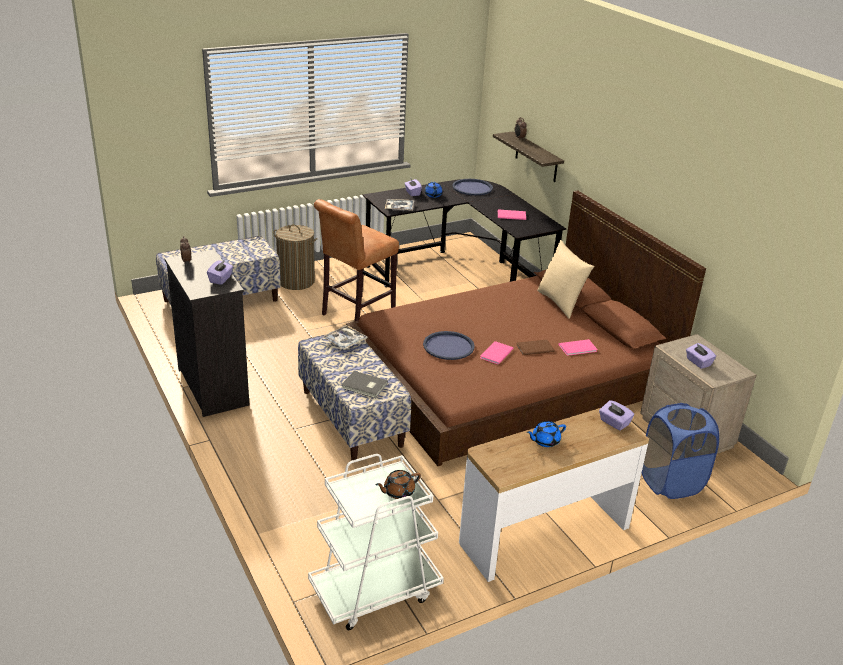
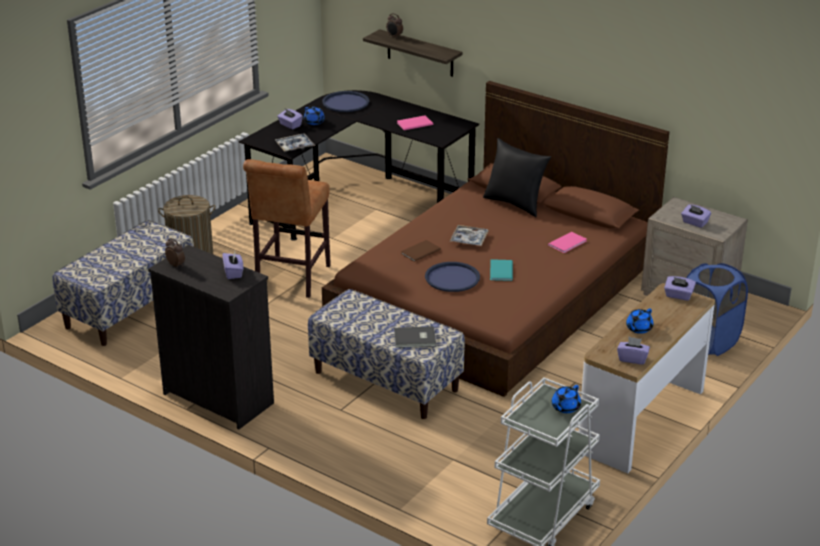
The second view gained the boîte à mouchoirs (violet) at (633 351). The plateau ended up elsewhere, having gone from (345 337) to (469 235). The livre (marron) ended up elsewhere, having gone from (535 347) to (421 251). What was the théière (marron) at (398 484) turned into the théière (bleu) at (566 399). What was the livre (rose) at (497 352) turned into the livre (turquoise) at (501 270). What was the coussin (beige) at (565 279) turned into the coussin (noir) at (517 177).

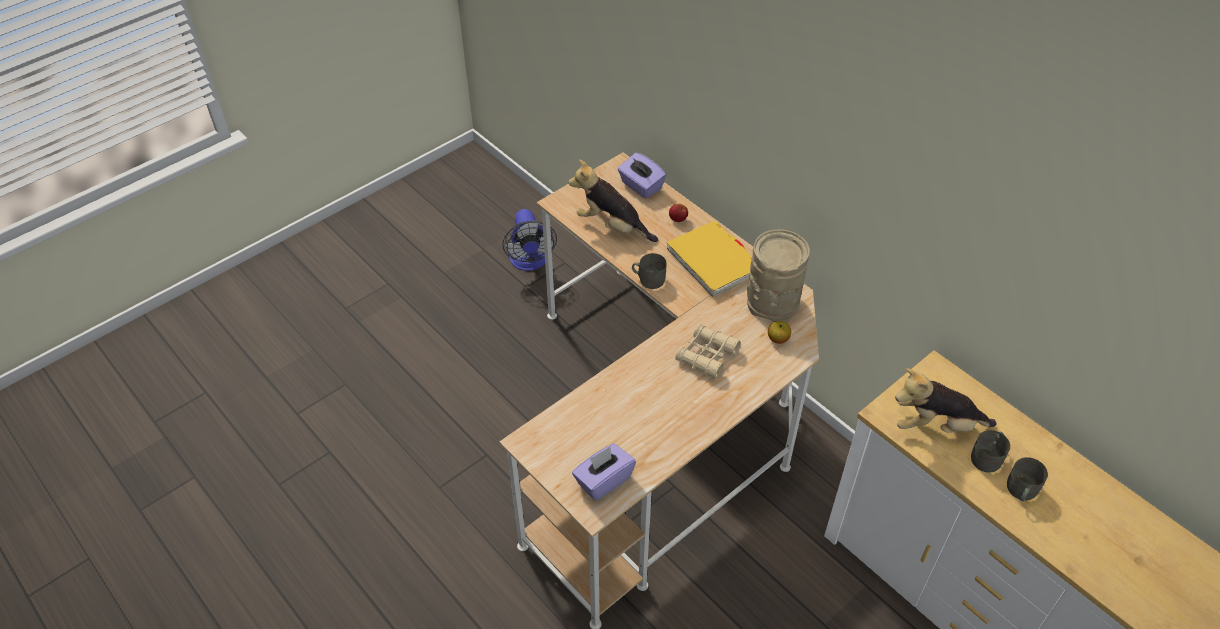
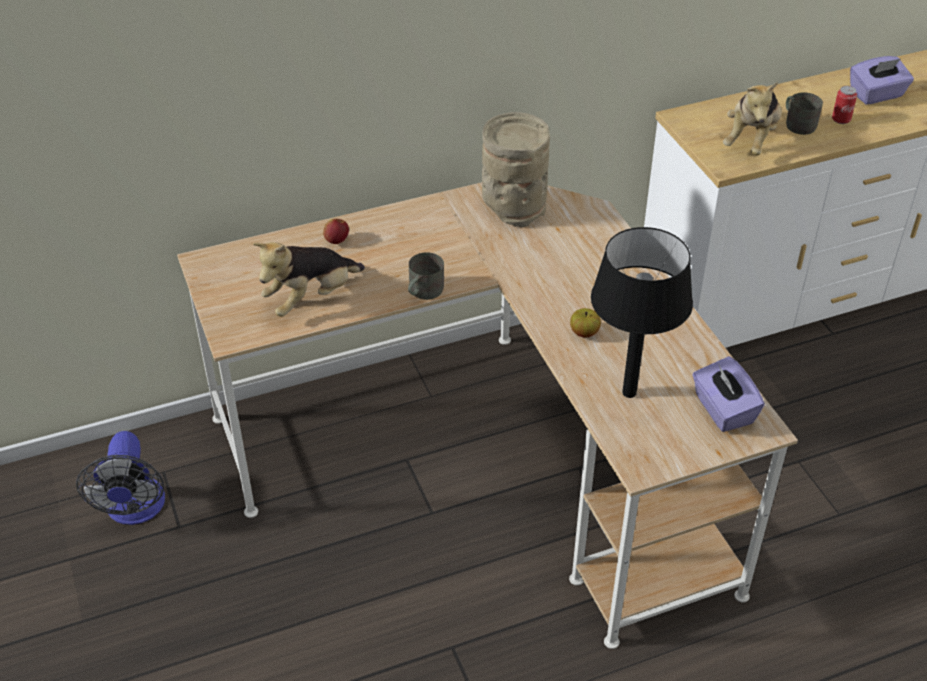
The second view lost the livre (jaune) at (709 259). The second view lost the jumelles (beige) at (708 351). The second view gained the lampe de table (noir) at (642 312). The boîte à mouchoirs (violet) ended up elsewhere, having gone from (642 175) to (882 80). The pomme ended up elsewhere, having gone from (779 332) to (585 322). Where the mug (gris) stood at (1027 479), the boîte métallique came to stand at (844 105). The ventilateur at (530 240) ended up facing another way, 75 degrees clockwise from before.

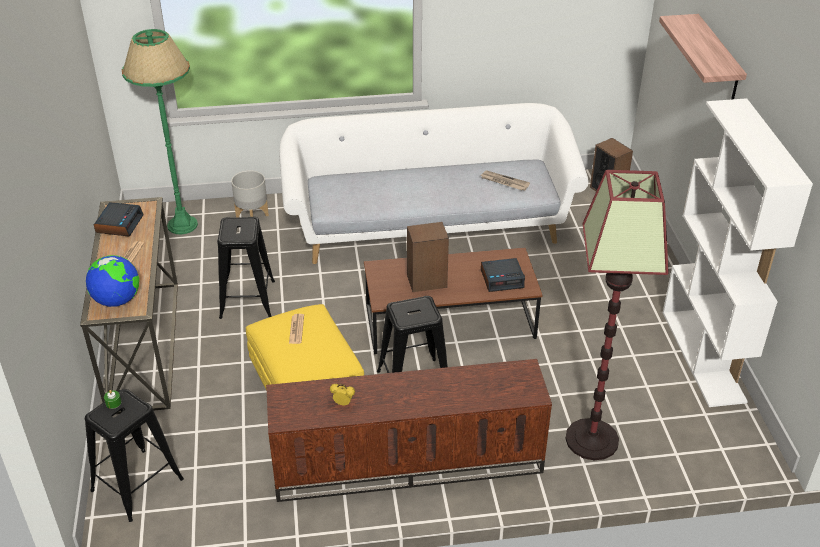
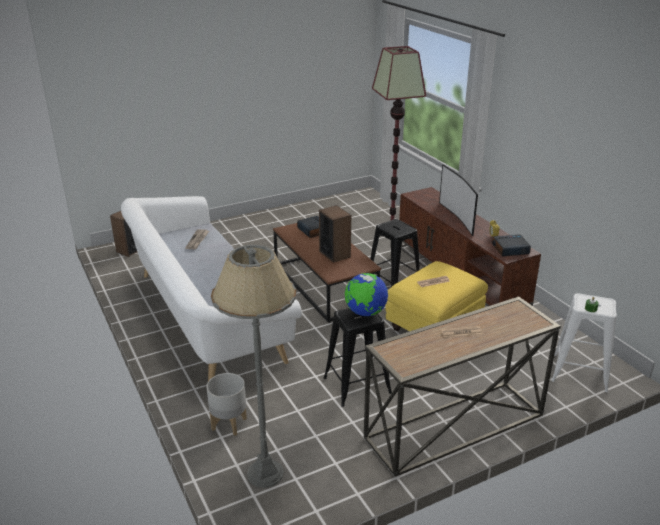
The second view lost the étagère at (703 56). The second view lost the bibliothèque (blanc) at (738 252). The second view gained the téléviseur at (458 200). The globe ended up elsewhere, having gone from (112 281) to (366 294). The réveil ended up elsewhere, having gone from (119 219) to (511 245). What was the tabouret (noir) at (134 455) turned into the tabouret (blanc) at (584 342). What was the lampadaire (vert) at (160 131) turned into the lampadaire (gris) at (253 366).

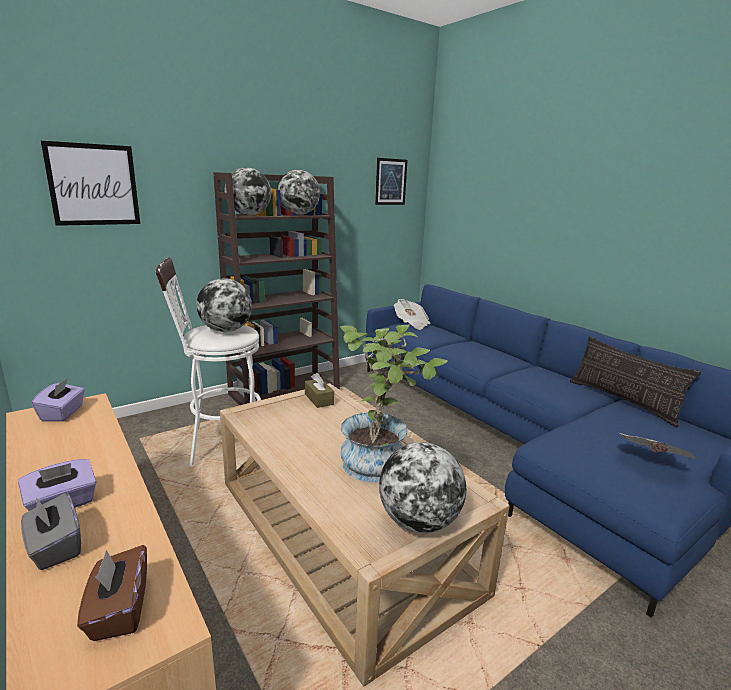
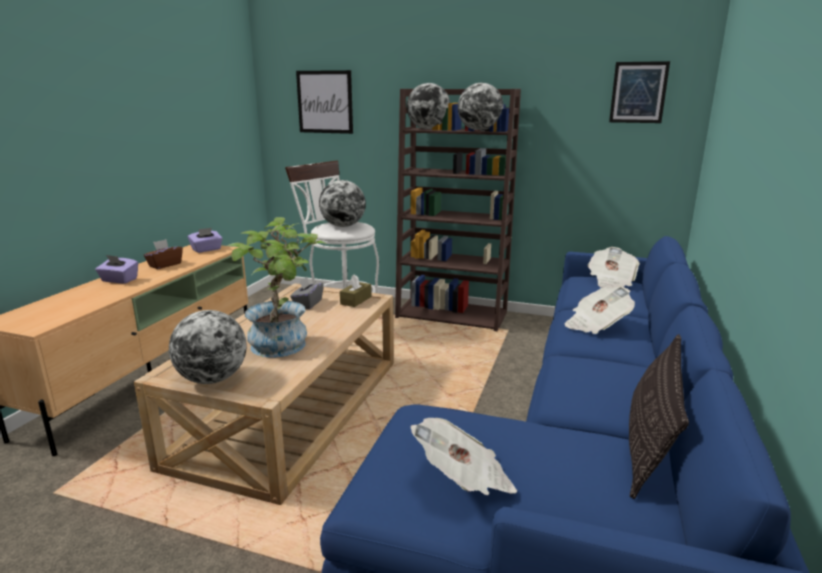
The second view gained the journal at (600 310). The boîte à mouchoirs (gris) ended up elsewhere, having gone from (51 531) to (307 293). The boîte à mouchoirs (marron) ended up elsewhere, having gone from (112 593) to (163 254).

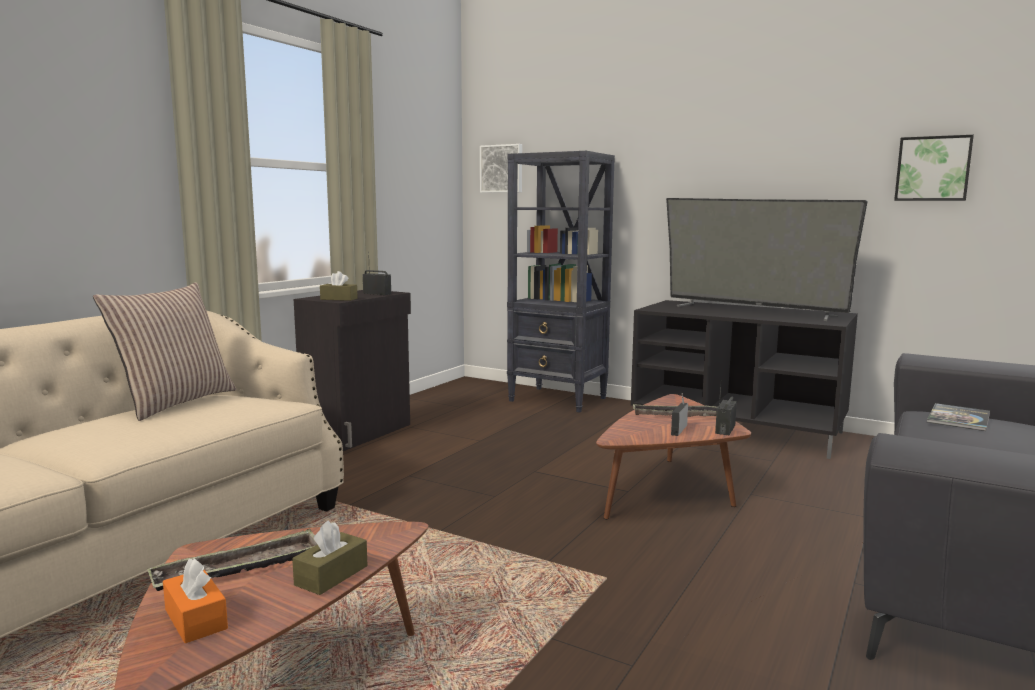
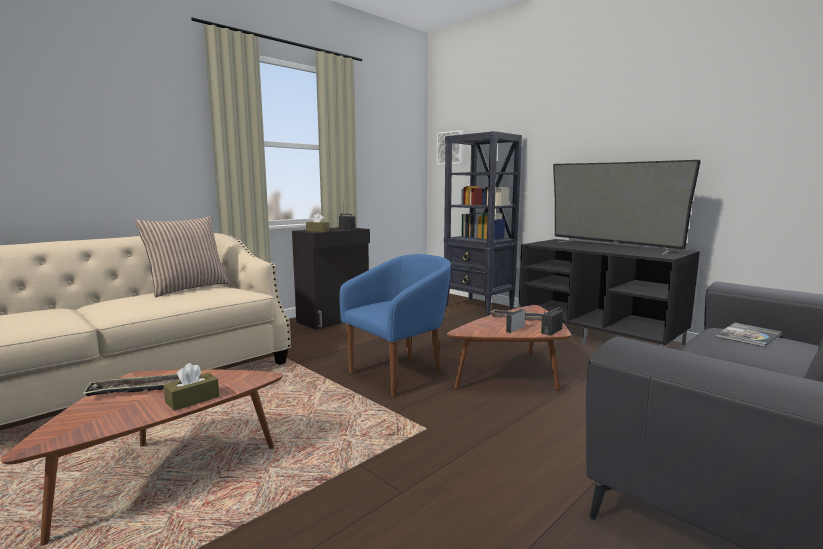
The second view lost the boîte à mouchoirs (orange) at (195 600). The second view lost the tableau at (934 168). The second view gained the fauteuil (bleu) at (395 325).

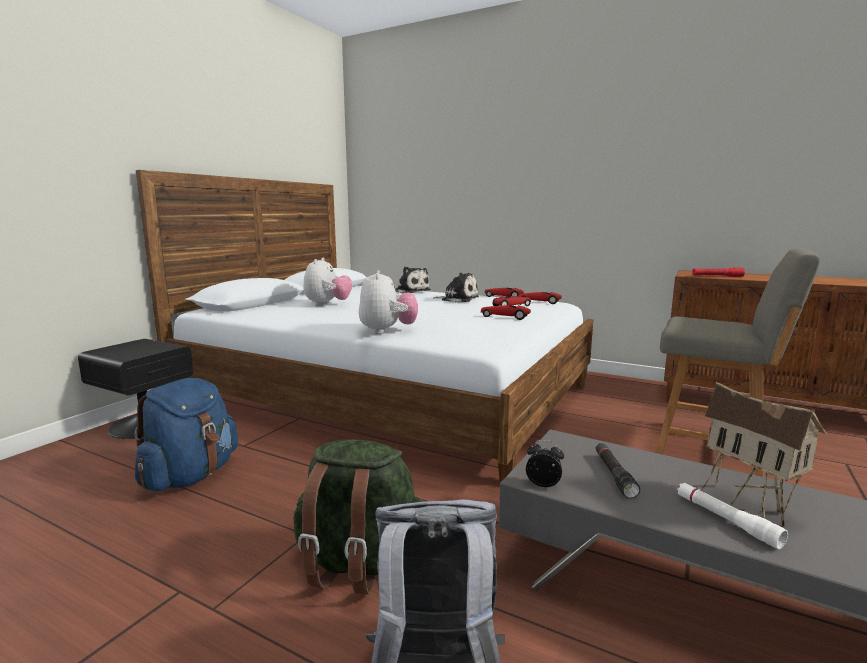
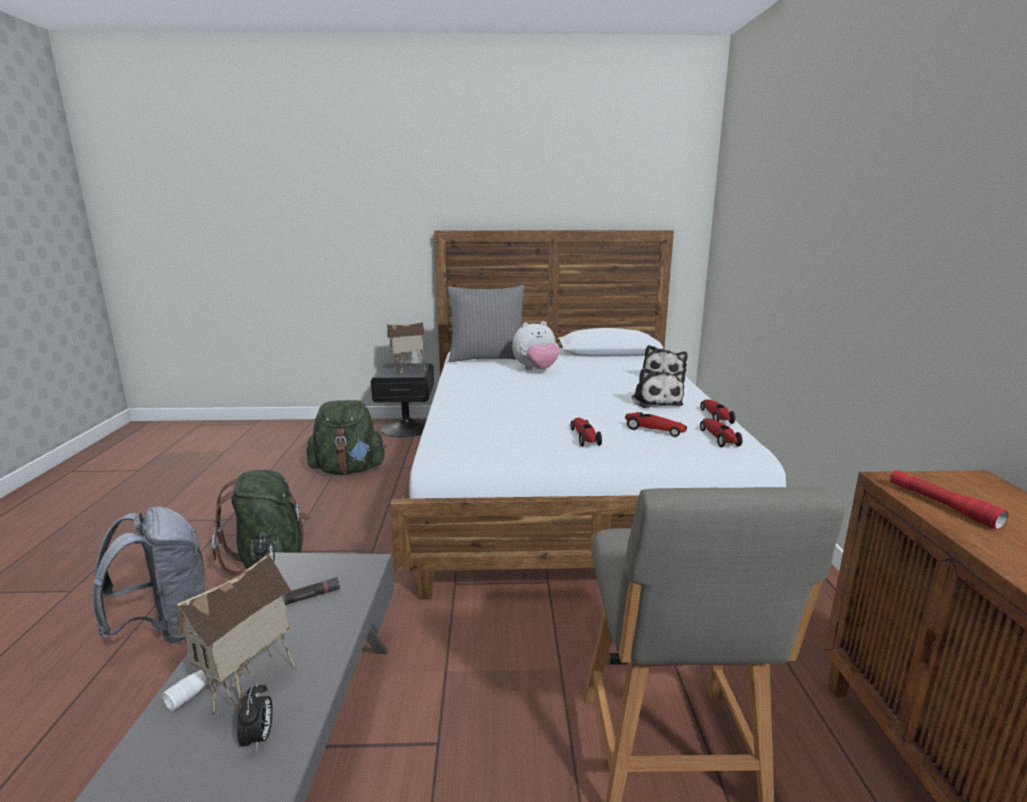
The second view lost the peluche at (388 302). The second view gained the réveil at (255 716). The second view gained the maison miniature at (406 348). The second view gained the coussin (gris) at (486 323). What was the sac à dos (bleu) at (186 434) turned into the sac à dos (vert) at (347 437).

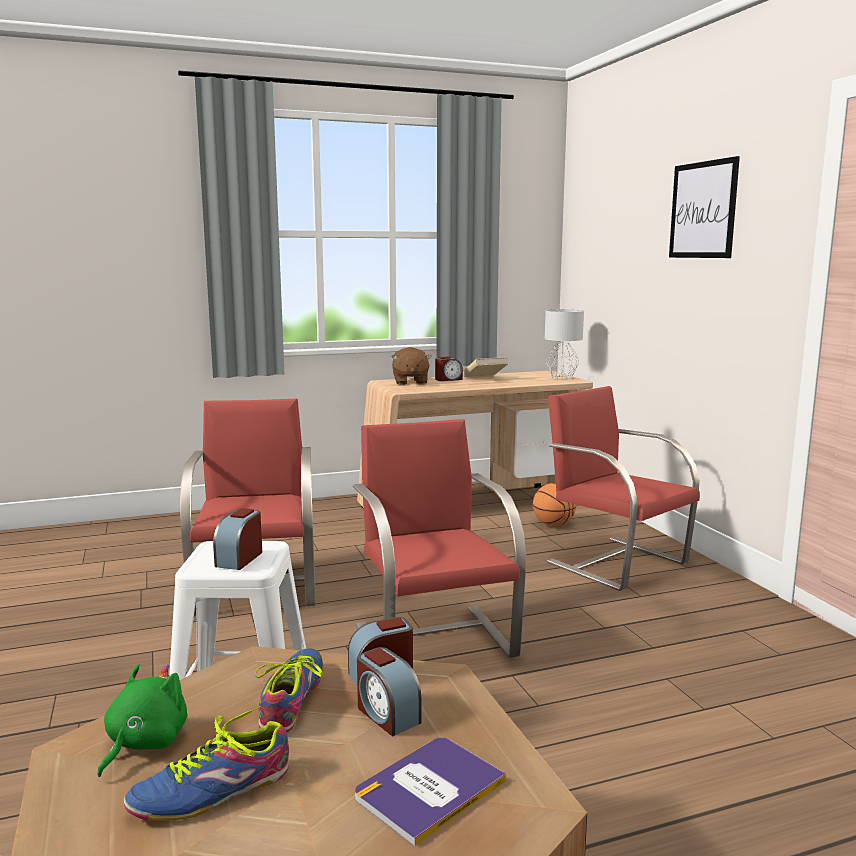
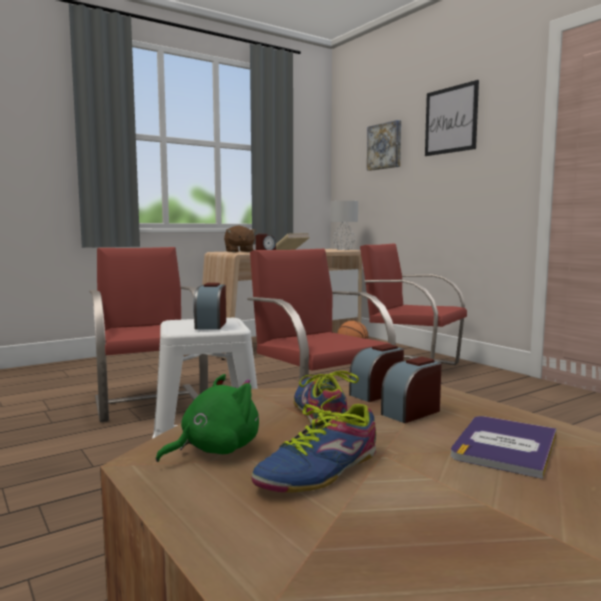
The second view gained the tableau at (384 145). The peluche (vert) at (142 720) ended up facing another way, 45 degrees clockwise from before. The réveil at (389 691) ended up facing another way, 105 degrees clockwise from before.

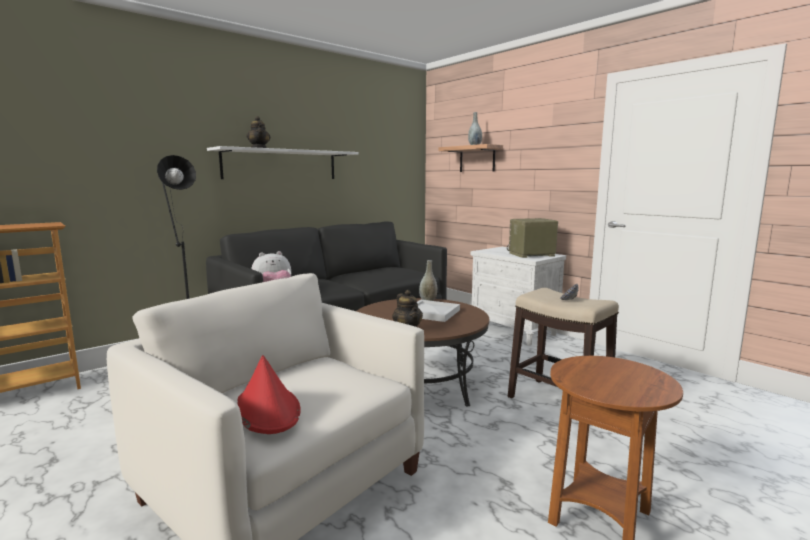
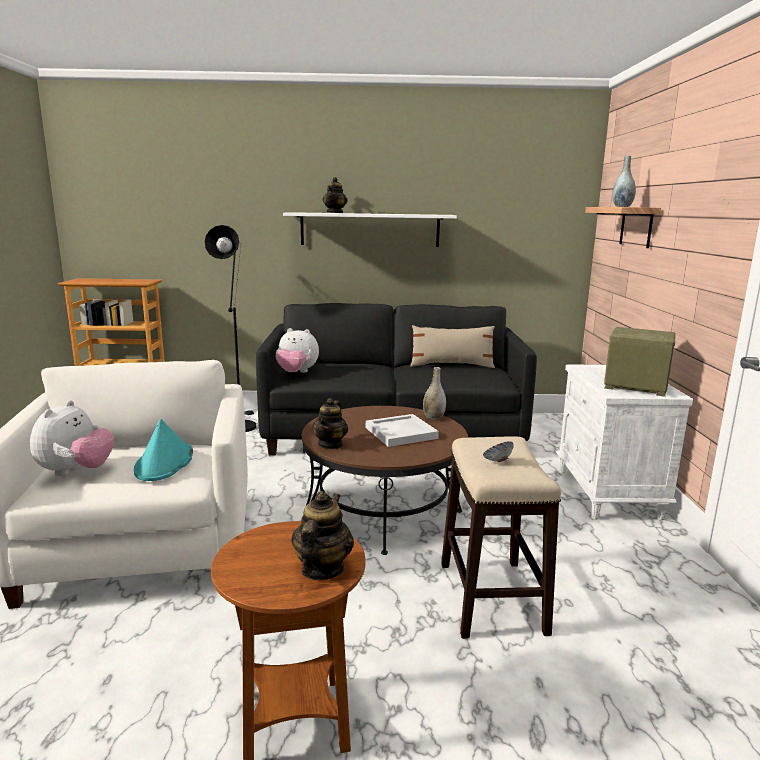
The second view gained the chapeau (turquoise) at (163 450). The second view gained the théière at (322 535). The second view gained the coussin (beige) at (452 346). Where the chapeau (rouge) stood at (269 394), the peluche came to stand at (72 438).

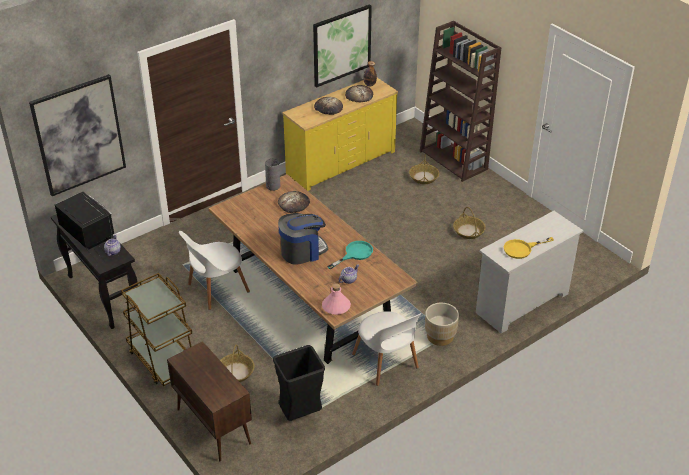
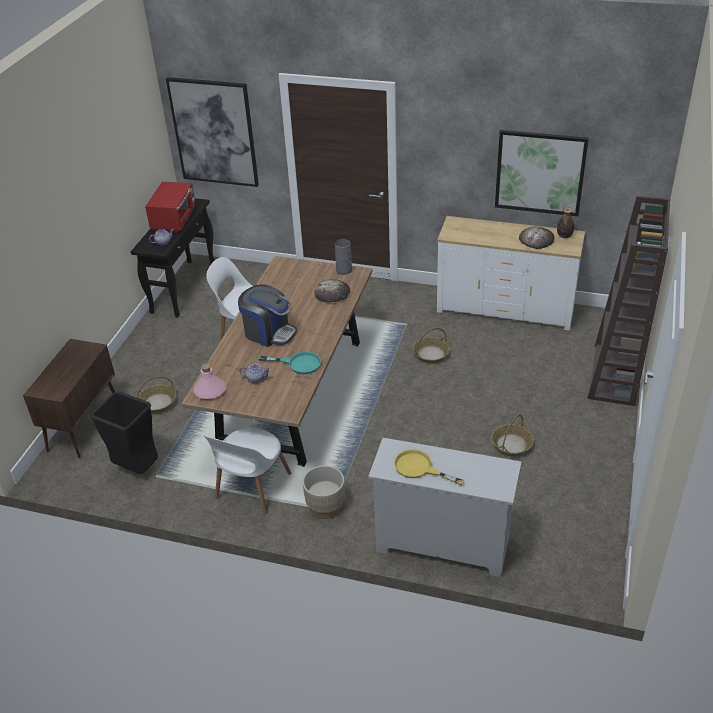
The second view lost the chariot (marron) at (156 329). The second view lost the pain at (328 106). The panier ended up elsewhere, having gone from (424 169) to (431 345). What was the micro-ondes (noir) at (84 220) turned into the micro-ondes (rouge) at (170 207). What was the commode (jaune) at (340 134) turned into the commode (blanc) at (511 273).

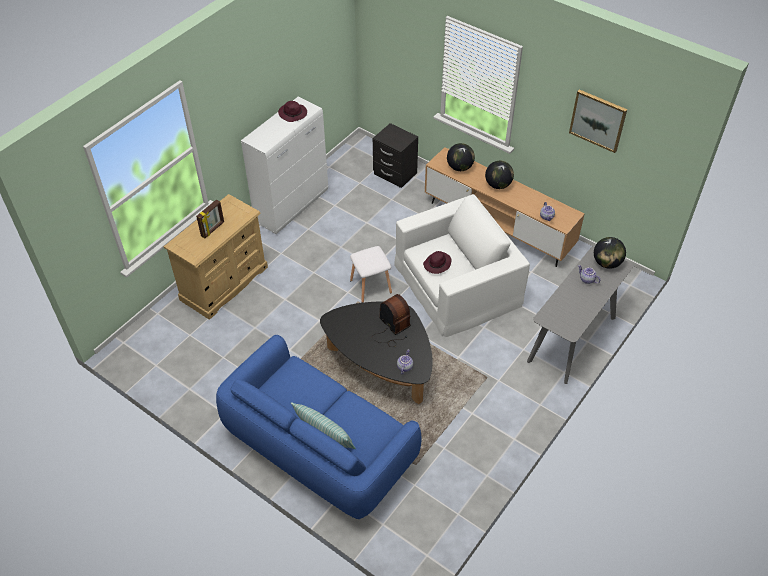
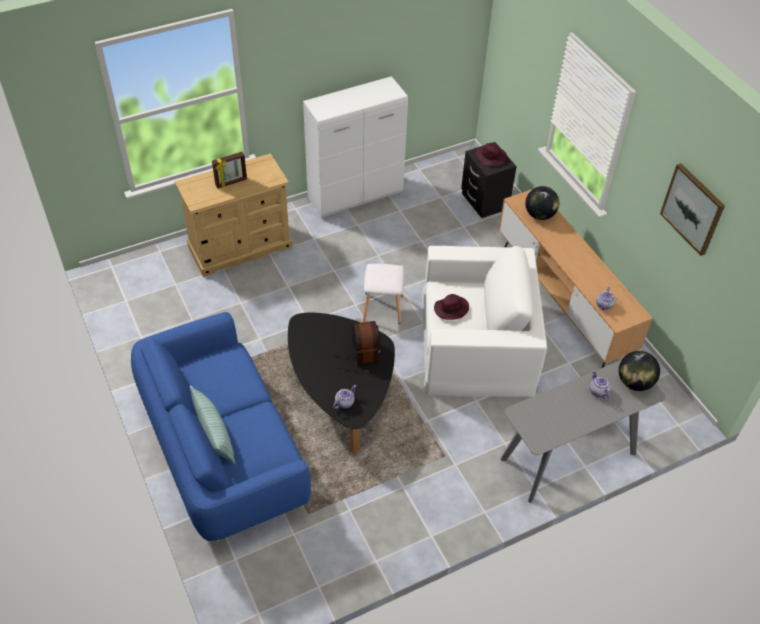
The second view lost the globe at (499 175). The chapeau (violet) ended up elsewhere, having gone from (292 111) to (491 154).

